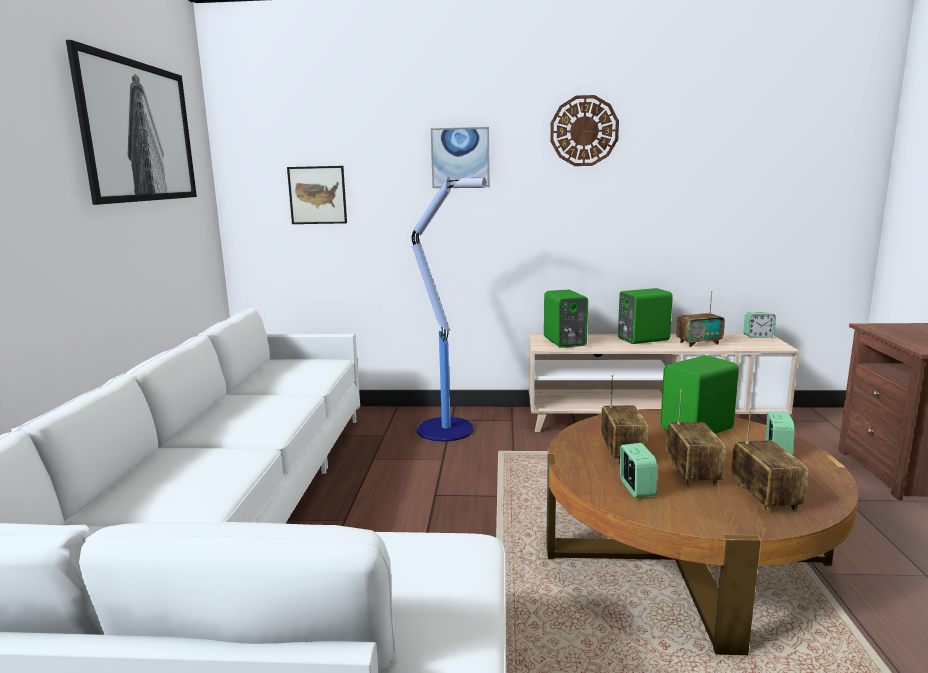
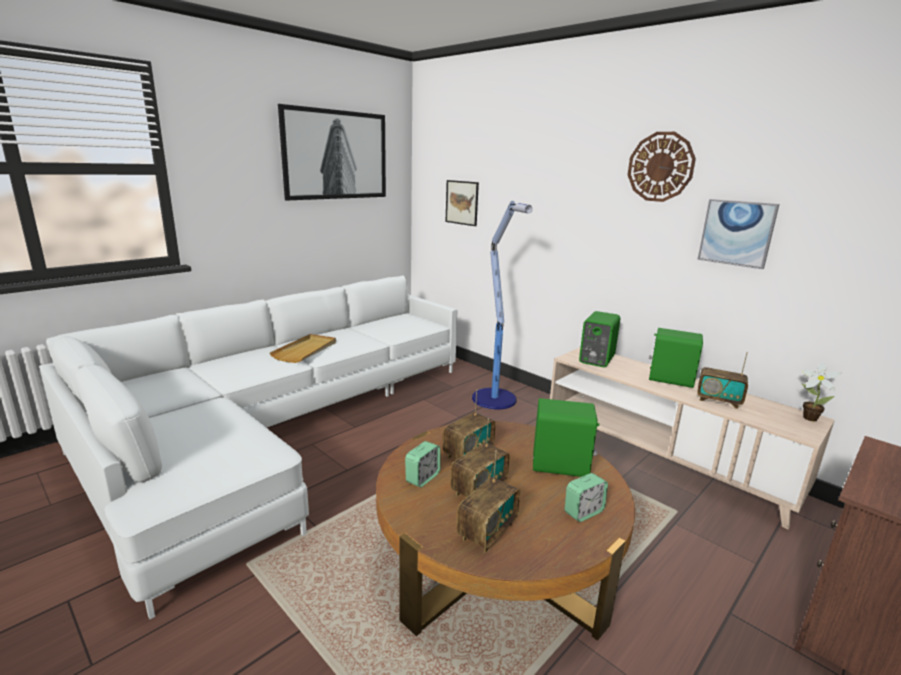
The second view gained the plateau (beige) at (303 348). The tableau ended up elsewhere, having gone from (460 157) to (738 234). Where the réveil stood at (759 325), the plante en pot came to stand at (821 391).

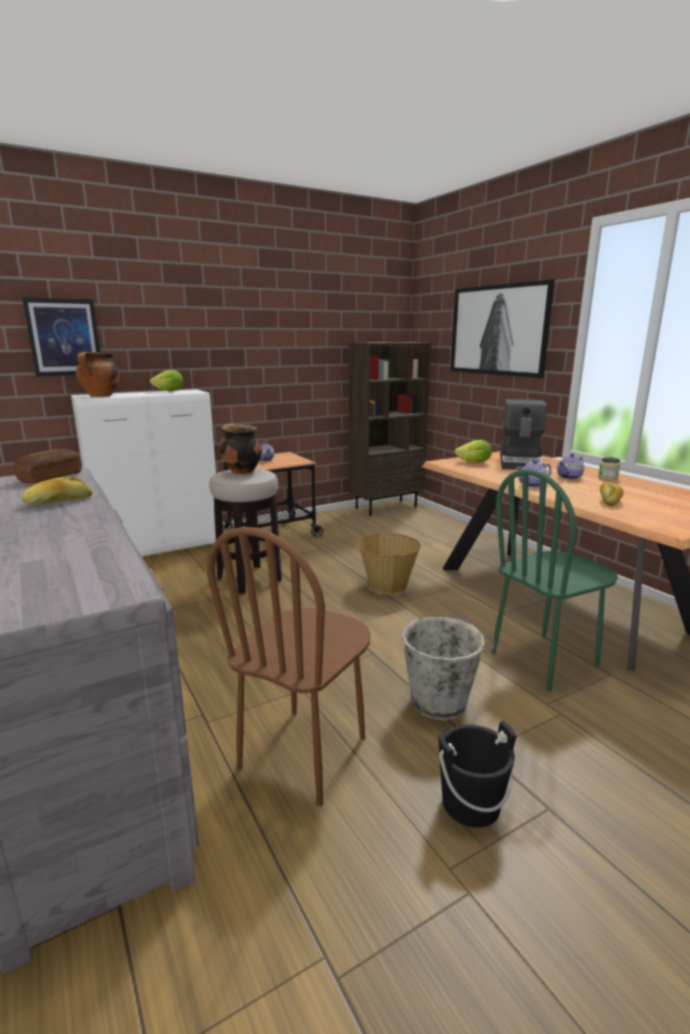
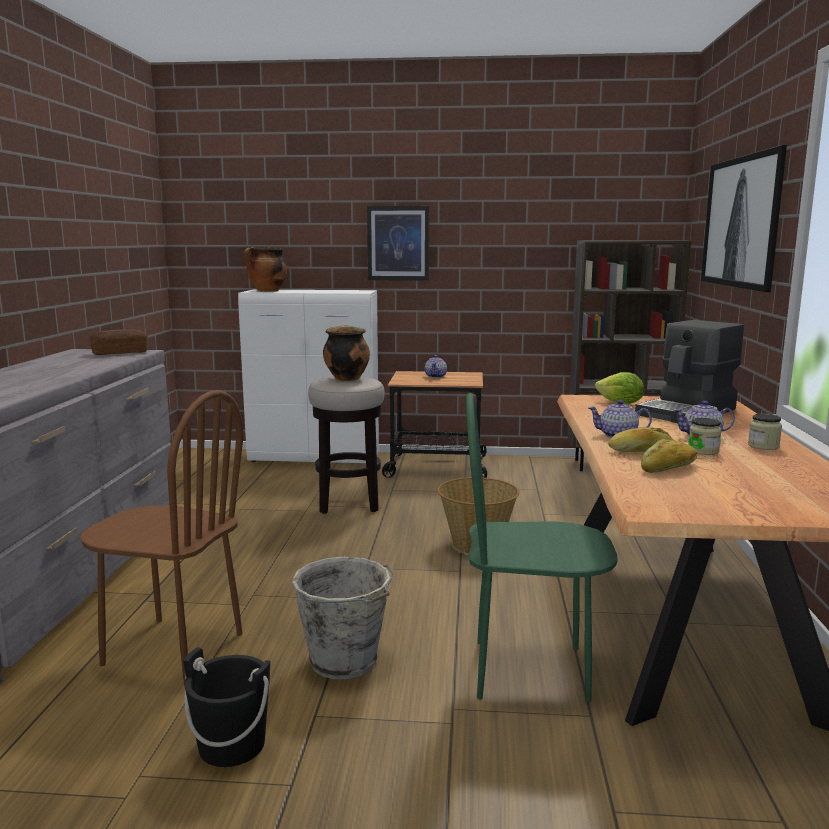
The second view lost the laitue at (167 380). The second view gained the bocal at (705 436). The pain ended up elsewhere, having gone from (56 491) to (640 439). The tableau ended up elsewhere, having gone from (61 337) to (398 243). The chaise (marron) at (288 666) ended up facing another way, 135 degrees counterclockwise from before.

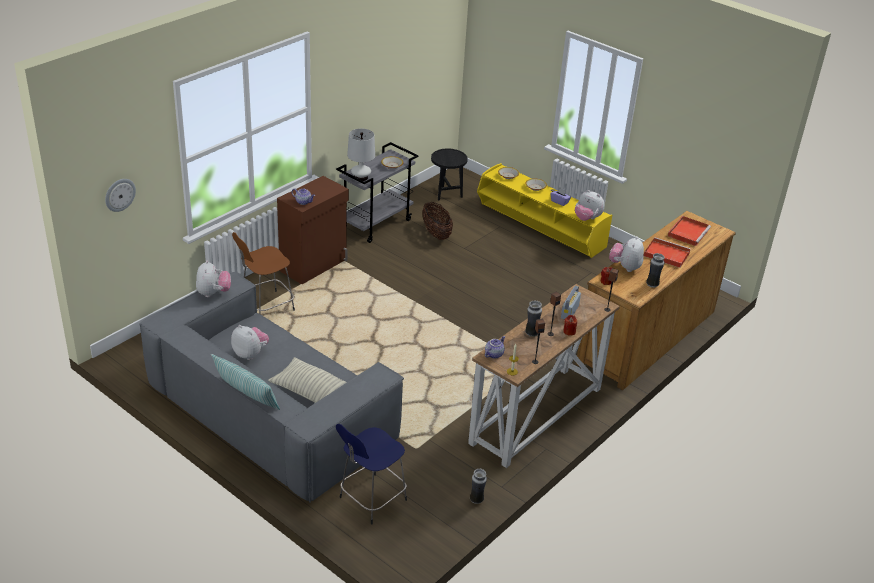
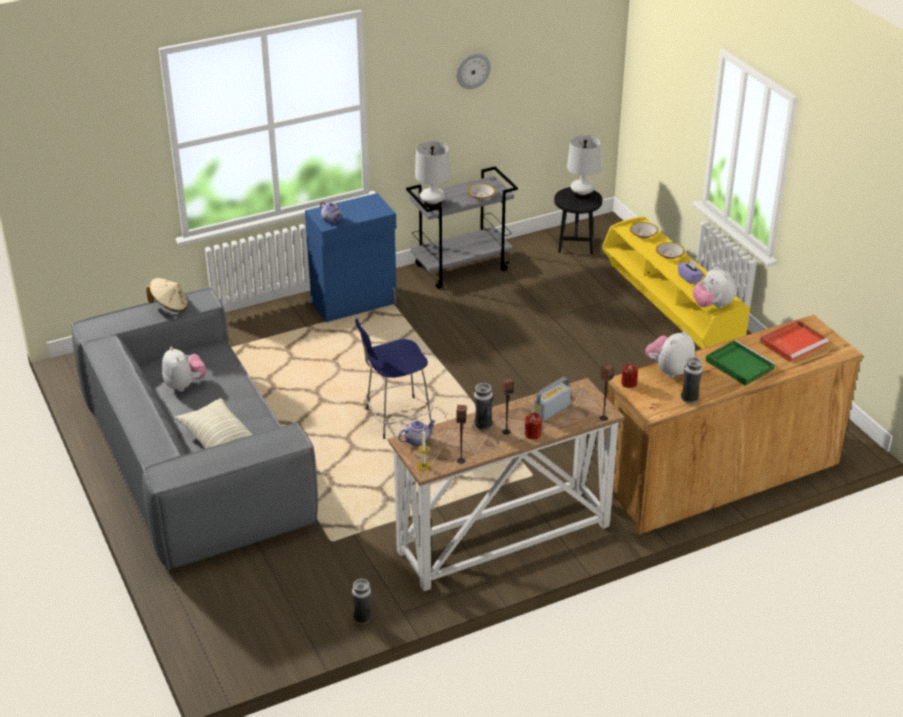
The second view lost the coussin at (245 382). The second view lost the tabouret (marron) at (263 273). The second view lost the panier at (437 221). The second view gained the lampe de table (blanc) at (584 167). The horloge murale ended up elsewhere, having gone from (120 195) to (473 71). The tabouret (bleu) ended up elsewhere, having gone from (371 474) to (394 378). Where the peluche stood at (213 278), the chapeau (beige) came to stand at (167 295). What was the meuble de rangement (marron) at (313 230) turned into the meuble de rangement (bleu) at (351 257). What was the plateau (rouge) at (667 252) turned into the plateau (vert) at (741 363).

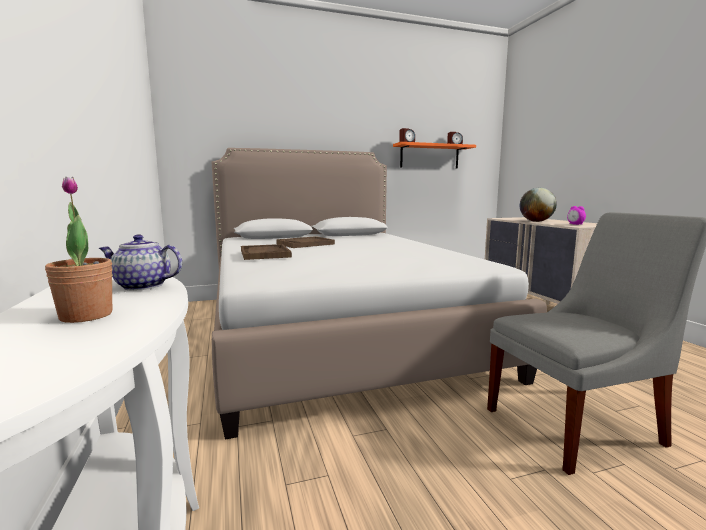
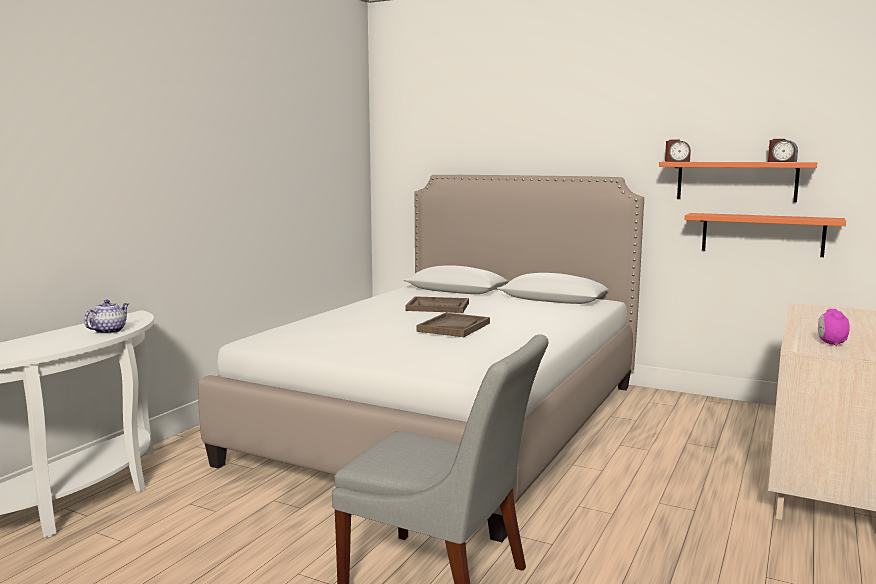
The second view lost the plante en pot at (79 249). The second view lost the globe at (538 205). The second view gained the étagère (orange) at (765 235). The plateau (marron) ended up elsewhere, having gone from (266 252) to (453 325). The théière at (140 262) ended up facing another way, 60 degrees clockwise from before.

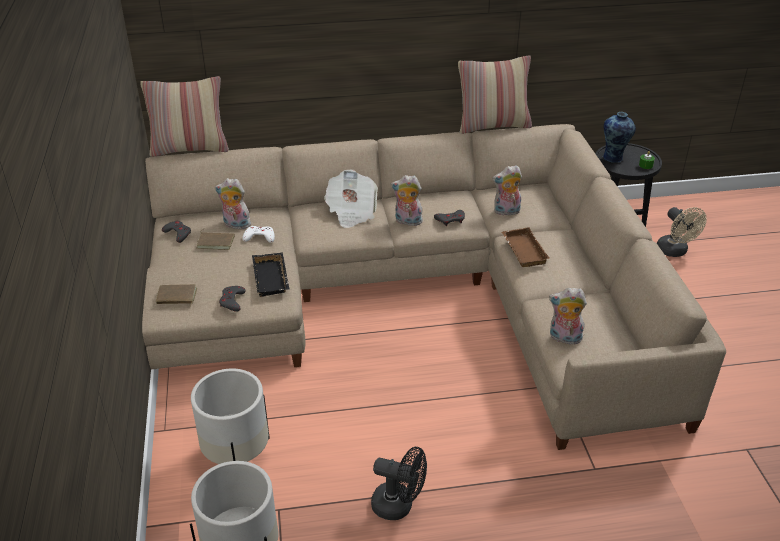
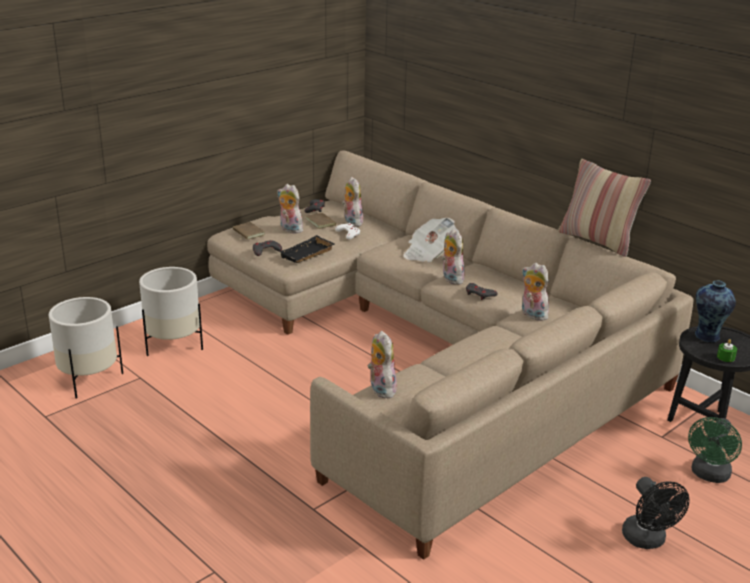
The second view lost the coussin at (184 116). The second view lost the plateau (marron) at (525 247). The second view gained the peluche at (290 209). The ventilateur (noir) ended up elsewhere, having gone from (399 483) to (655 513). What was the ventilateur (beige) at (682 232) turned into the ventilateur (vert) at (715 450).

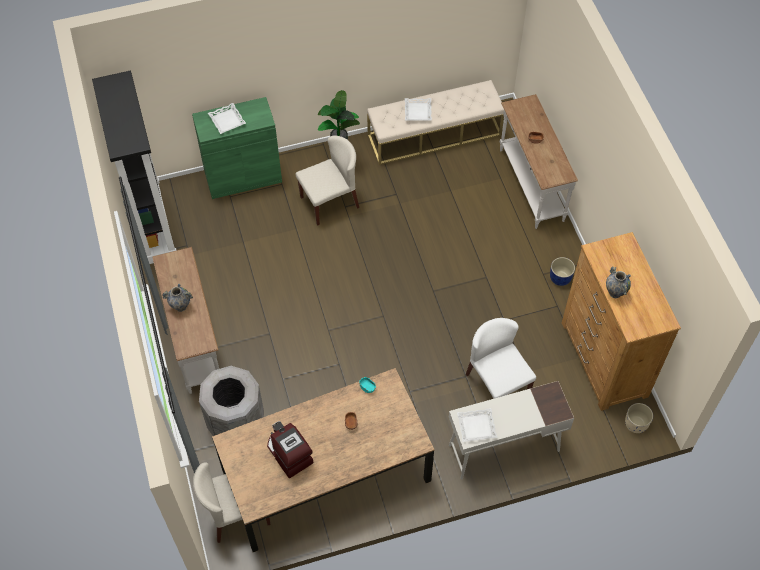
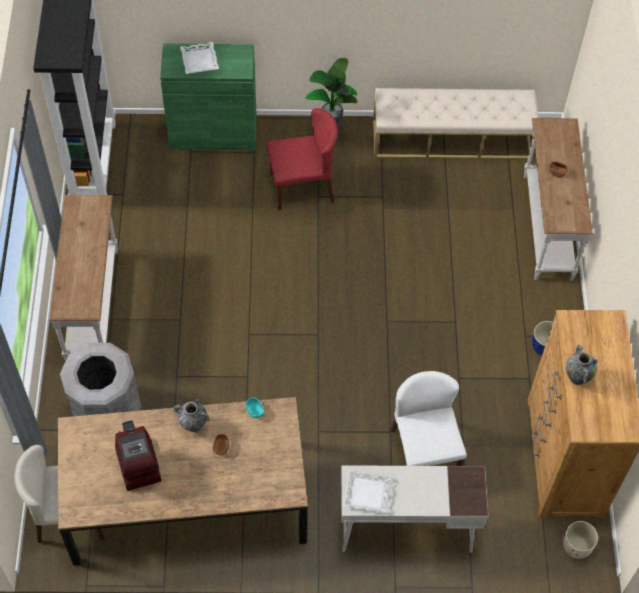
The second view lost the plateau (blanc) at (418 109). The vase ended up elsewhere, having gone from (177 298) to (191 415). What was the chaise (beige) at (327 180) turned into the chaise (rouge) at (302 159).

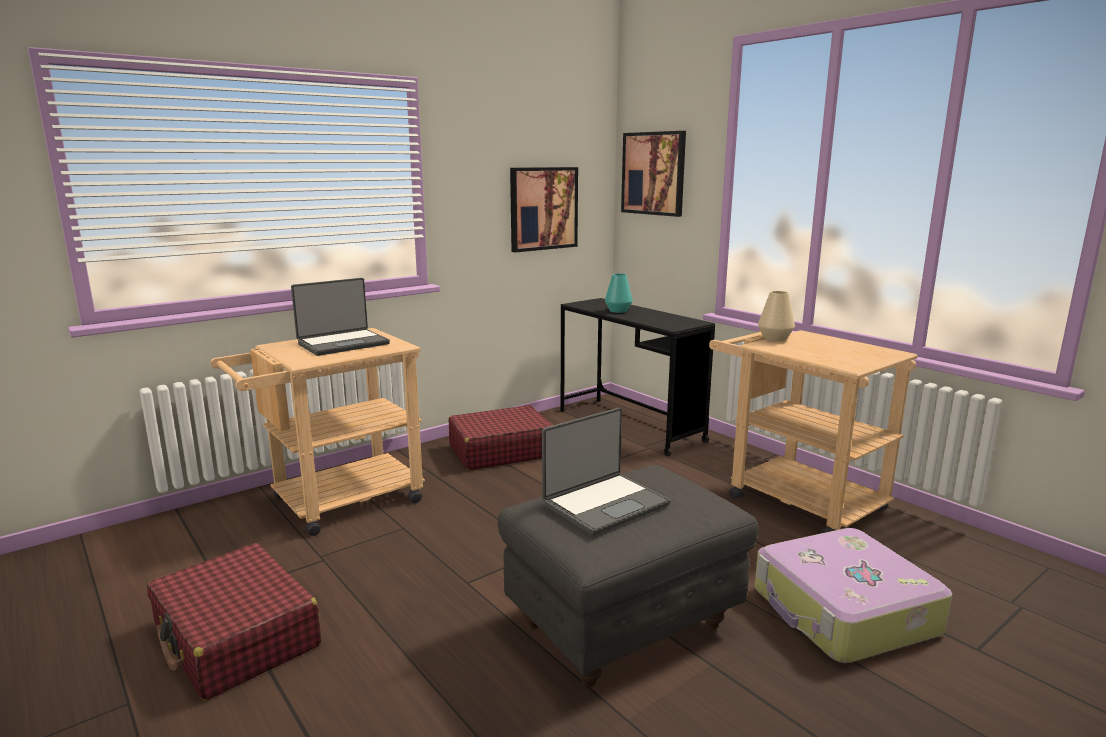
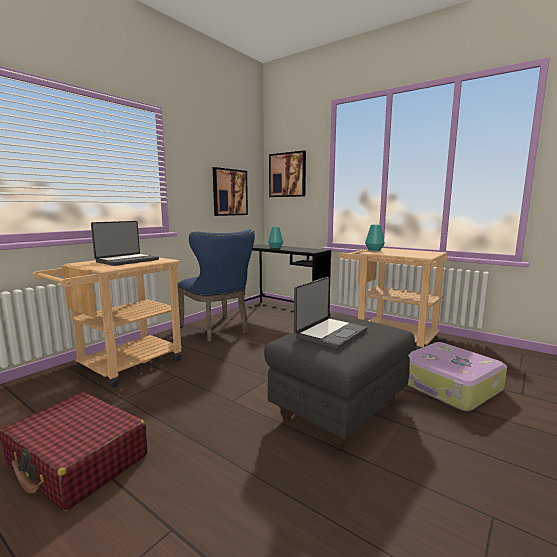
Where the valise (rouge) stood at (500 437), the chaise (bleu) came to stand at (216 285). What was the vase (beige) at (776 316) turned into the vase (turquoise) at (375 238).

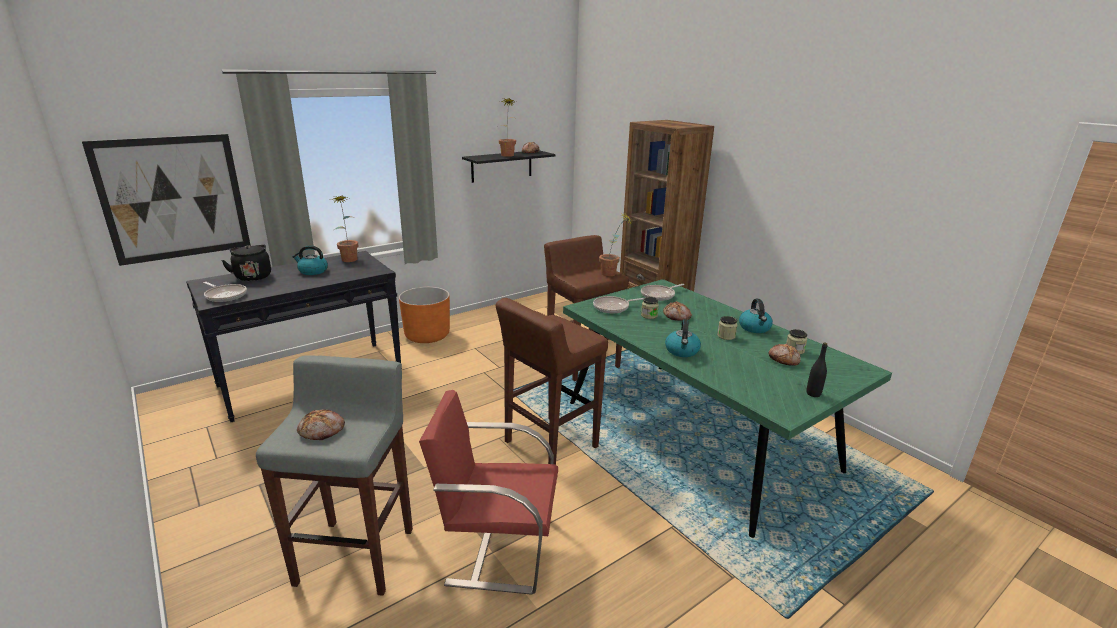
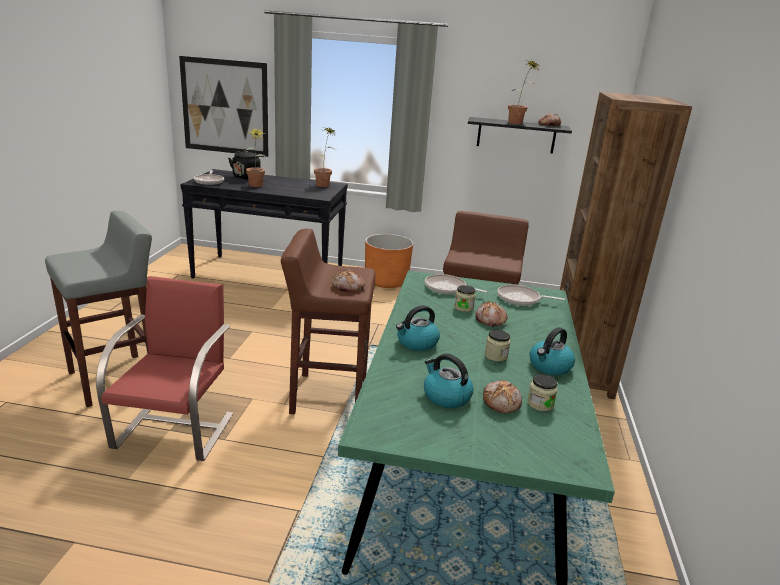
The second view lost the bouteille (noir) at (816 369). The bouilloire ended up elsewhere, having gone from (310 260) to (448 381). The pain ended up elsewhere, having gone from (321 425) to (348 280). The plante en pot ended up elsewhere, having gone from (616 244) to (256 157). The chaise (rouge) at (488 492) ended up facing another way, 45 degrees clockwise from before.

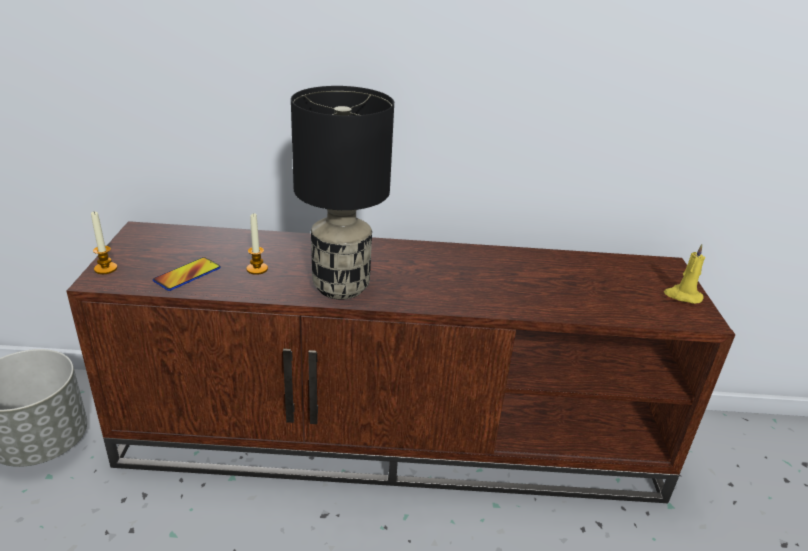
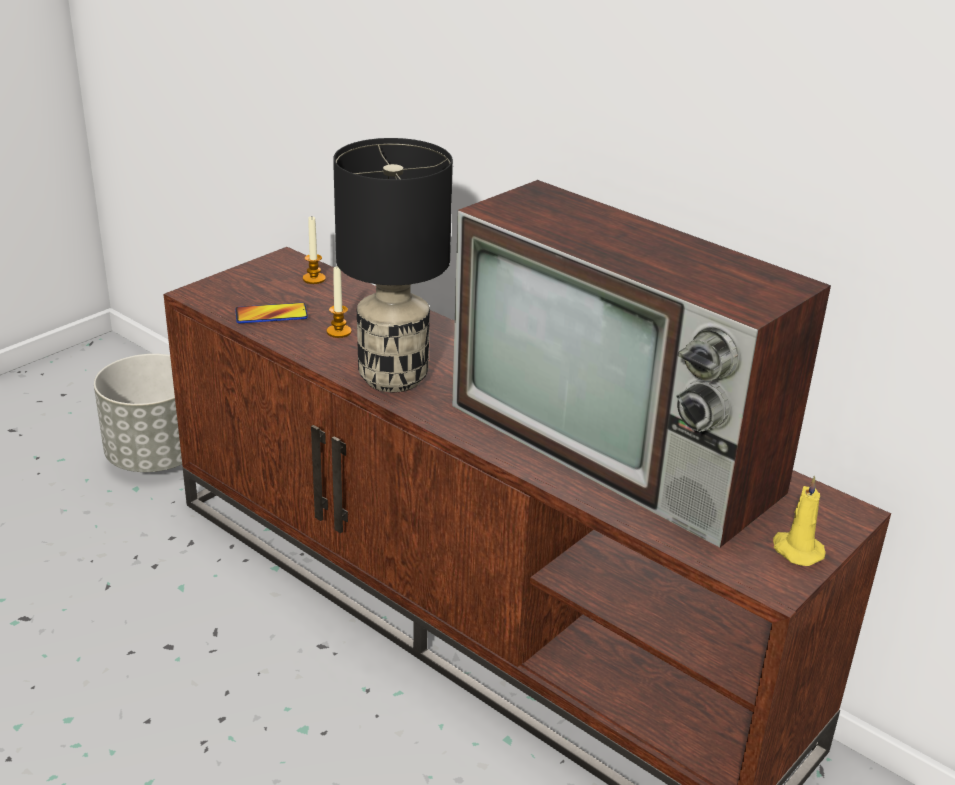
The second view gained the téléviseur at (641 364). The bougie ended up elsewhere, having gone from (104 243) to (314 250).

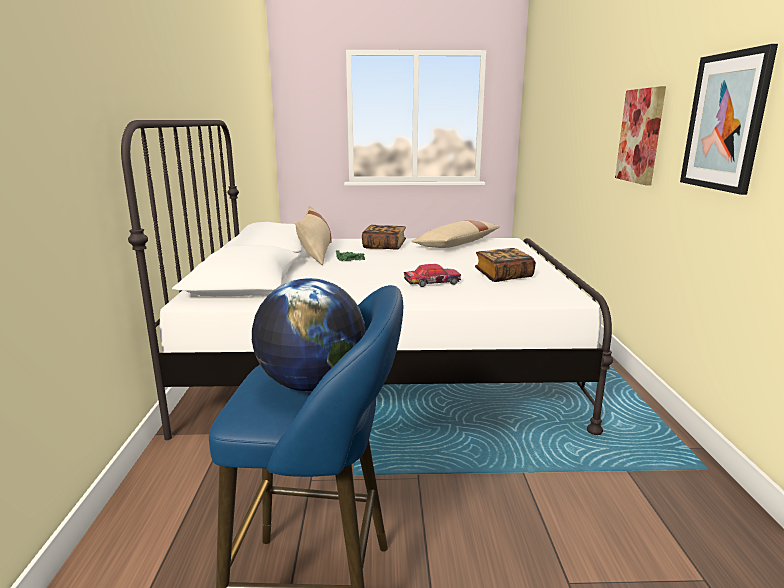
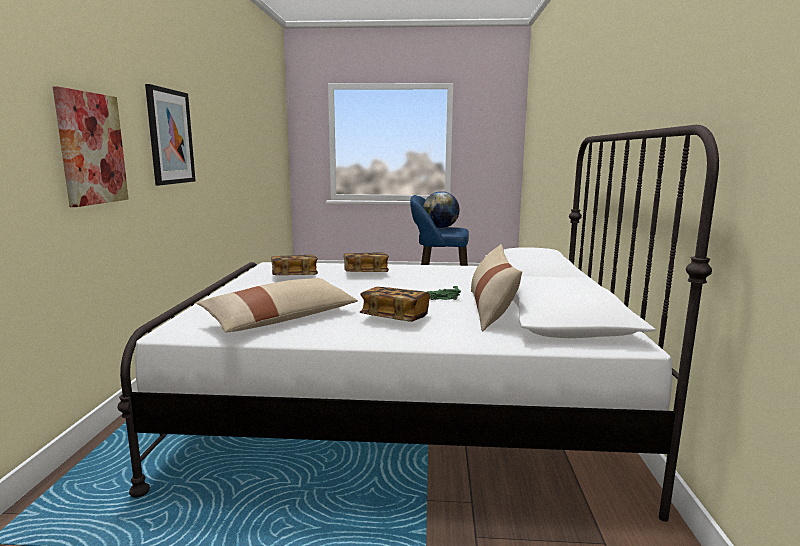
Where the petite voiture stood at (432 275), the livre came to stand at (366 262).

